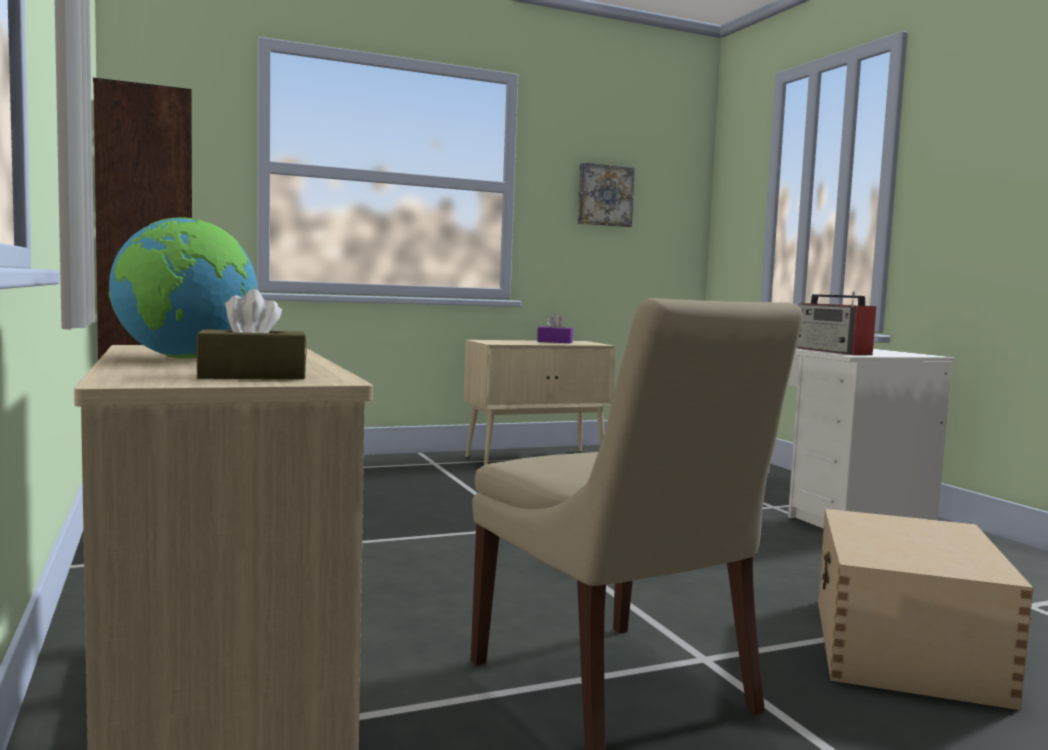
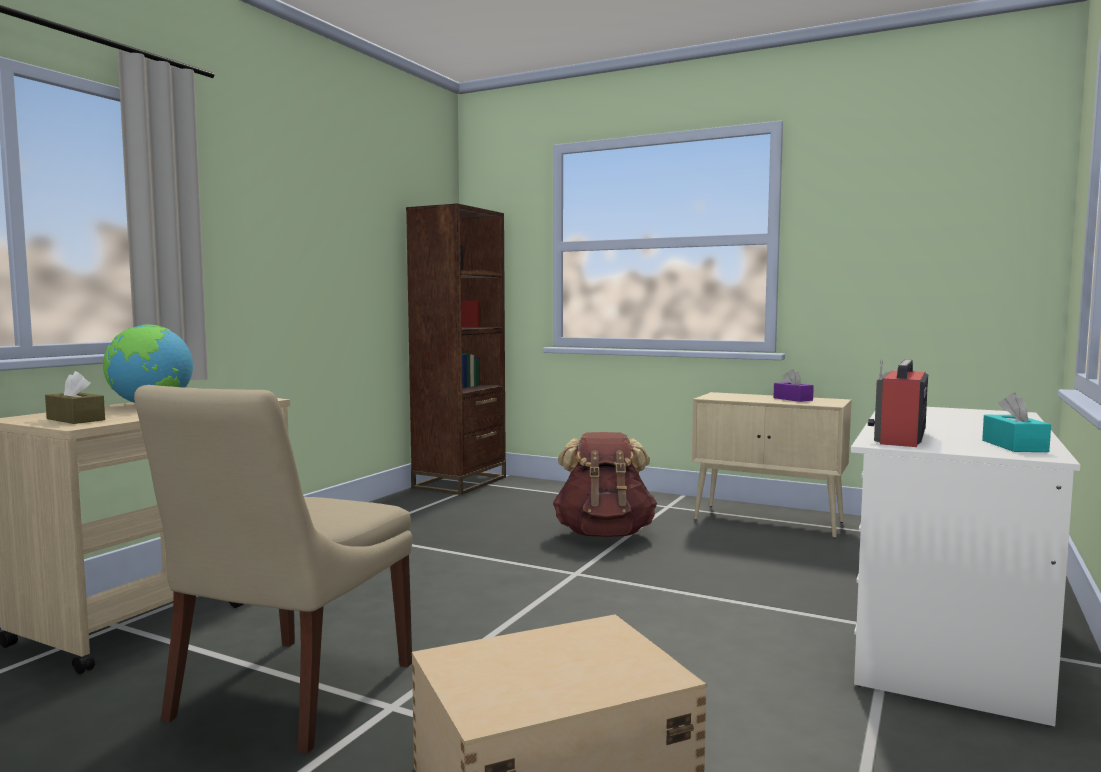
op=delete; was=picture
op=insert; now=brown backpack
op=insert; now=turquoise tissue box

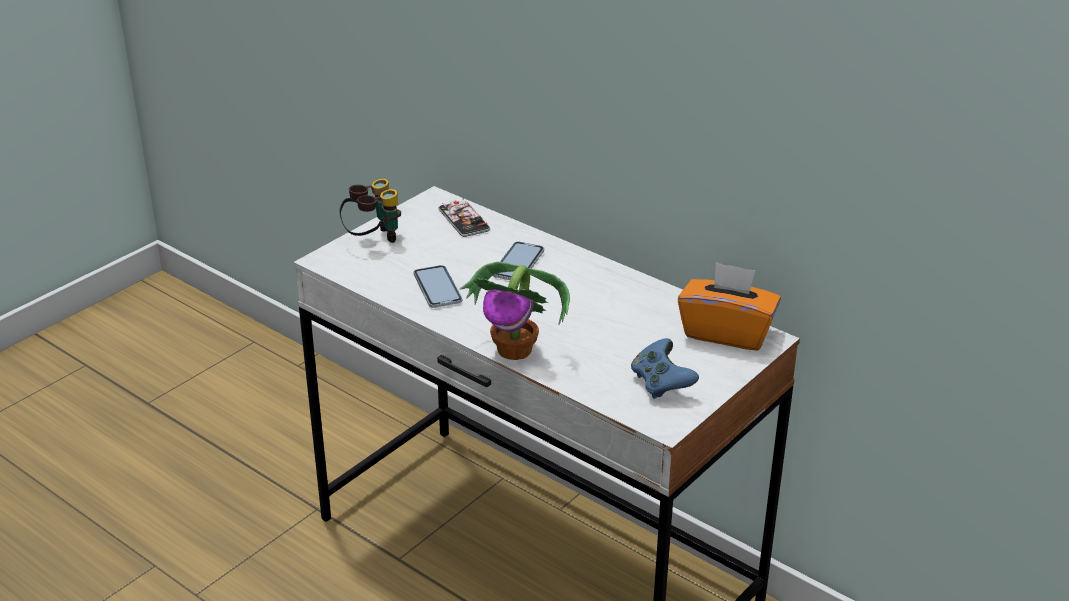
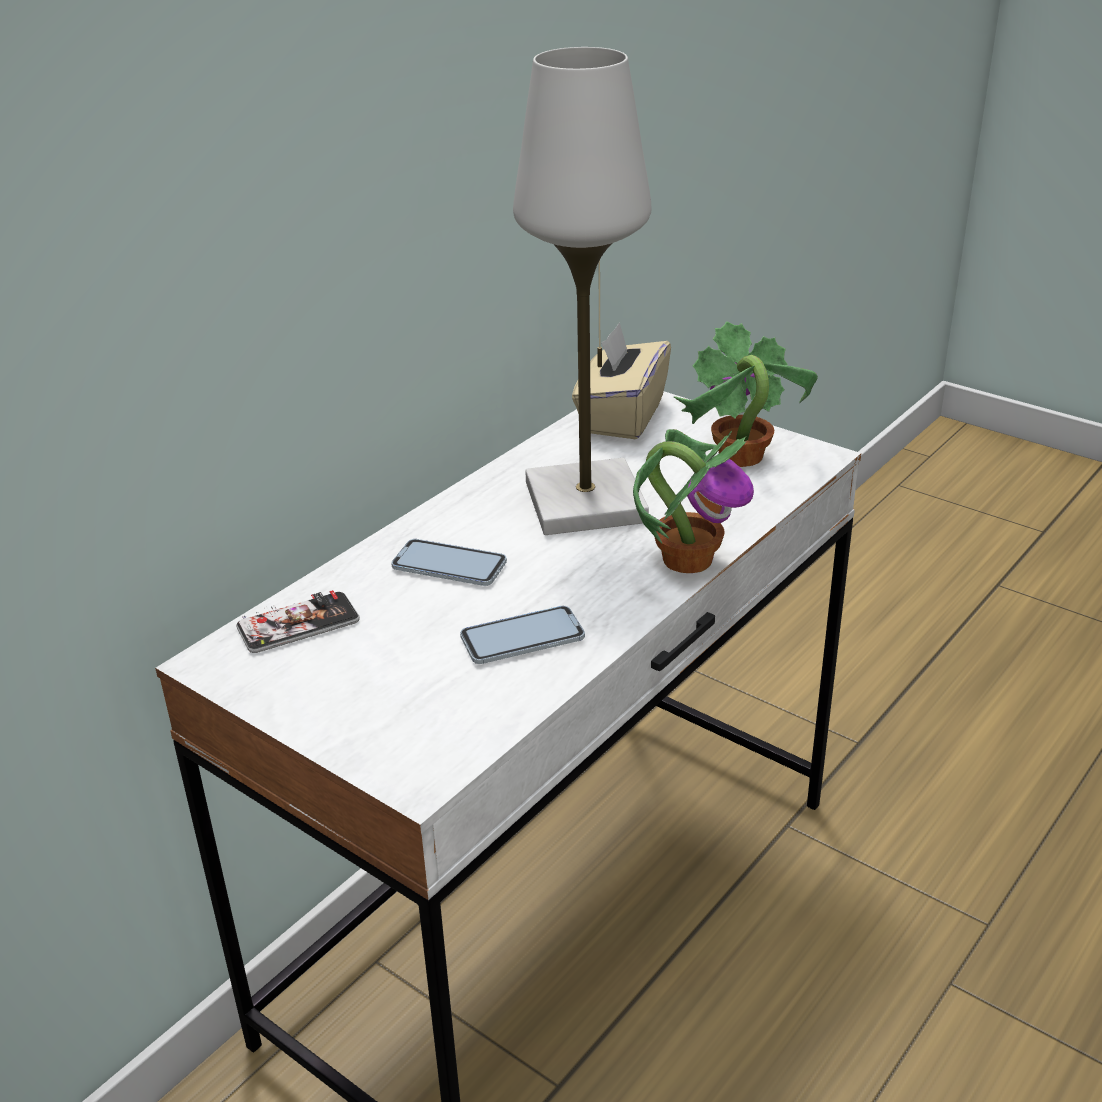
op=delete; was=binoculars
op=replace; was=blue game controller; now=potted plant (2nd from left)
op=recolor; was=orange tissue box; now=beige tissue box
op=insert; now=white table lamp

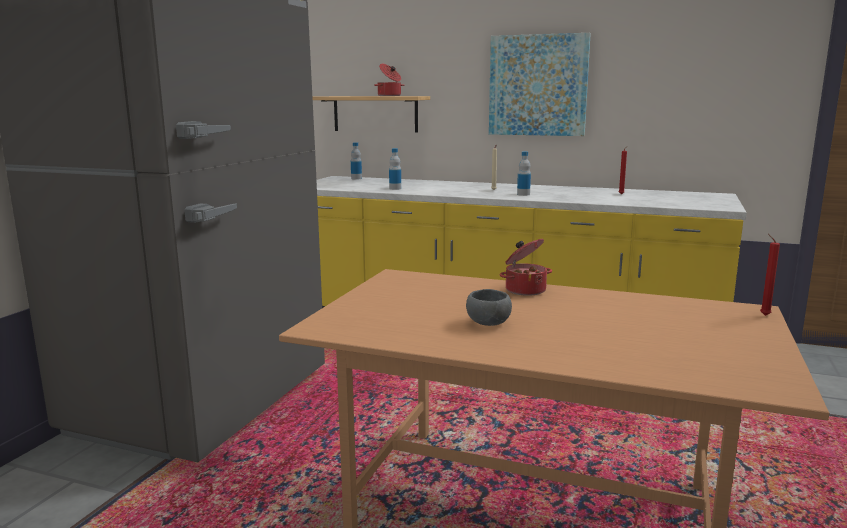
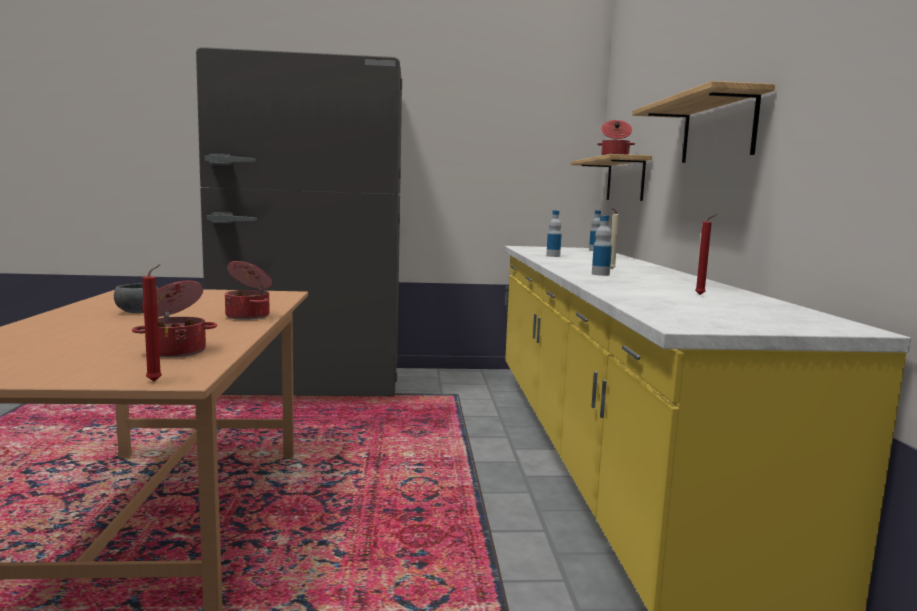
op=replace; was=picture; now=shelf (2nd from left)
op=insert; now=cooking pot (1st from left)

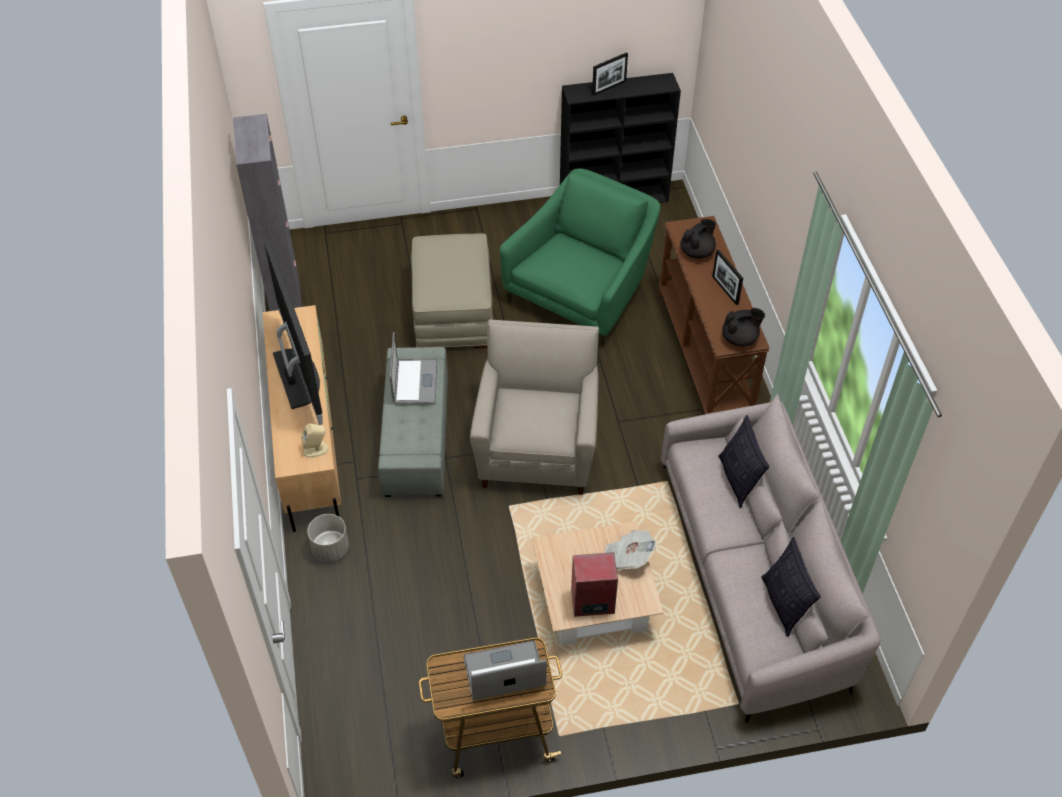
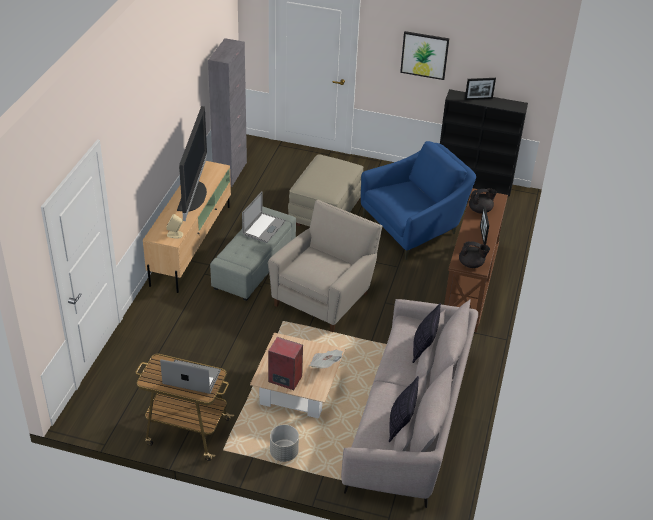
op=move; was=grey planter
op=recolor; was=green armchair; now=blue armchair
op=insert; now=picture

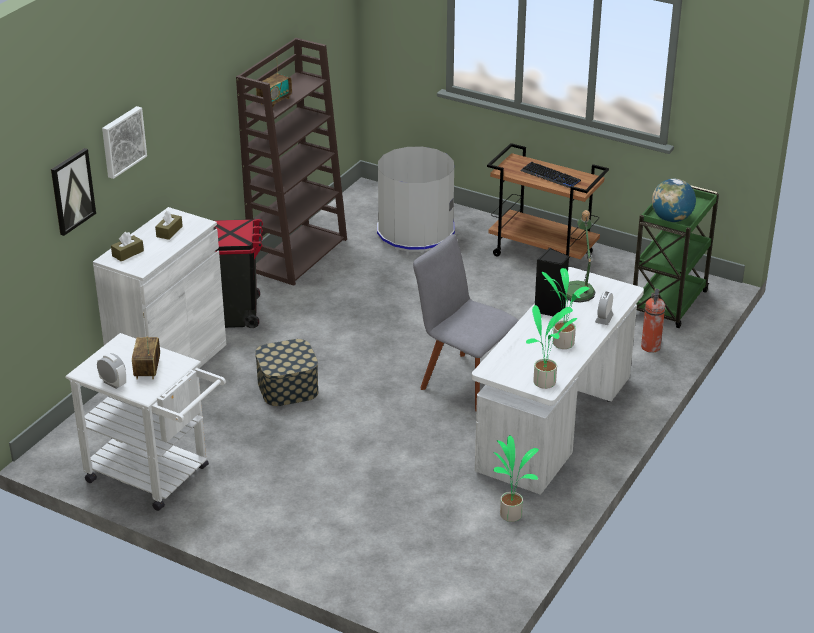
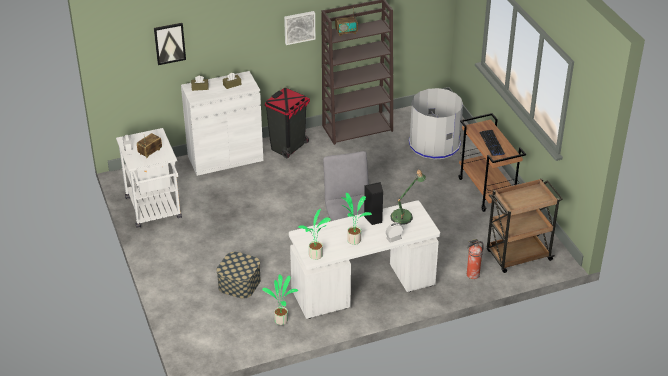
op=move; was=picture (2nd from left)
op=move; was=storage box
op=recolor; was=green cart; now=brown cart (2nd from left)
op=delete; was=globe

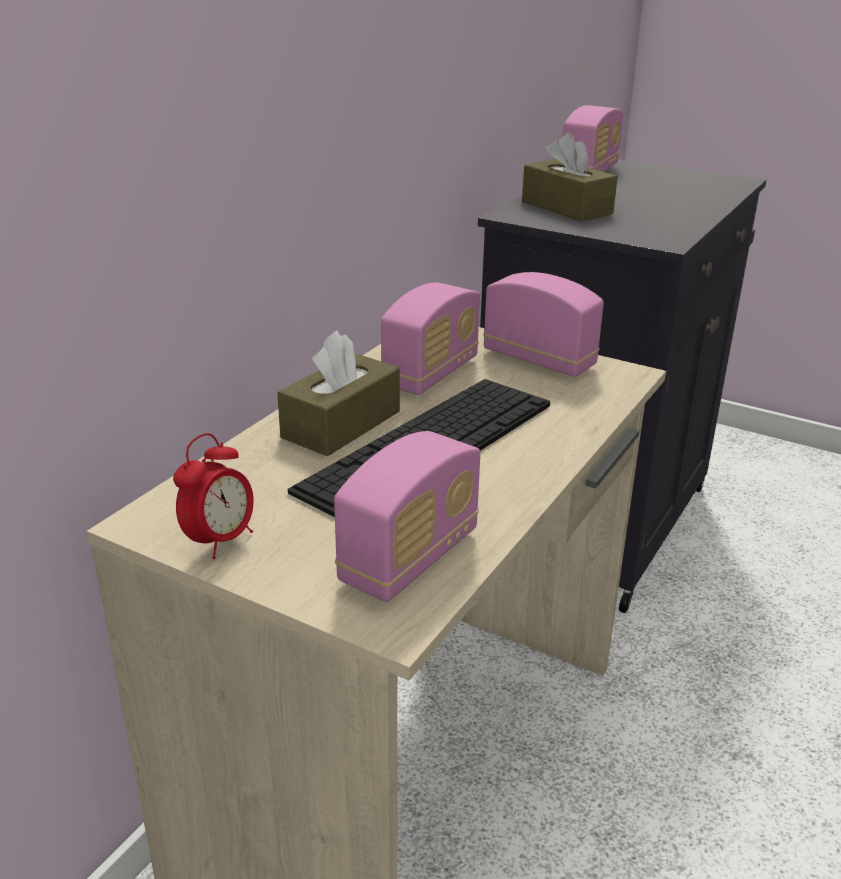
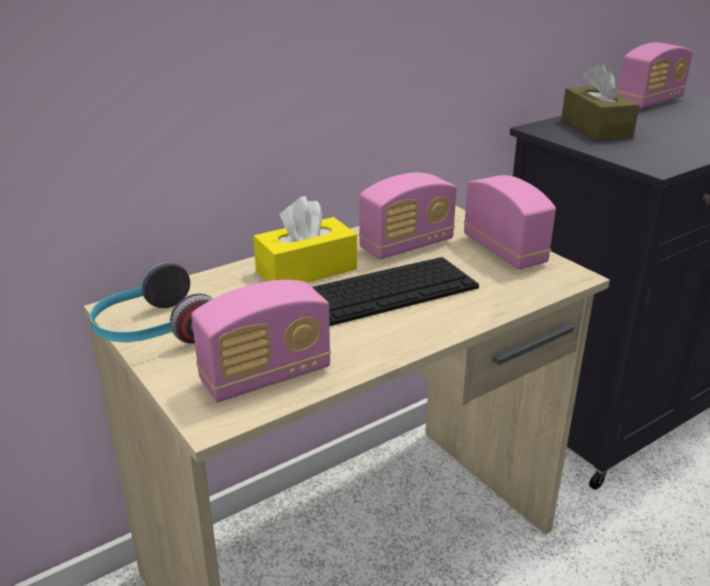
op=replace; was=alarm clock; now=headphones
op=recolor; was=brown tissue box (1st from left); now=yellow tissue box

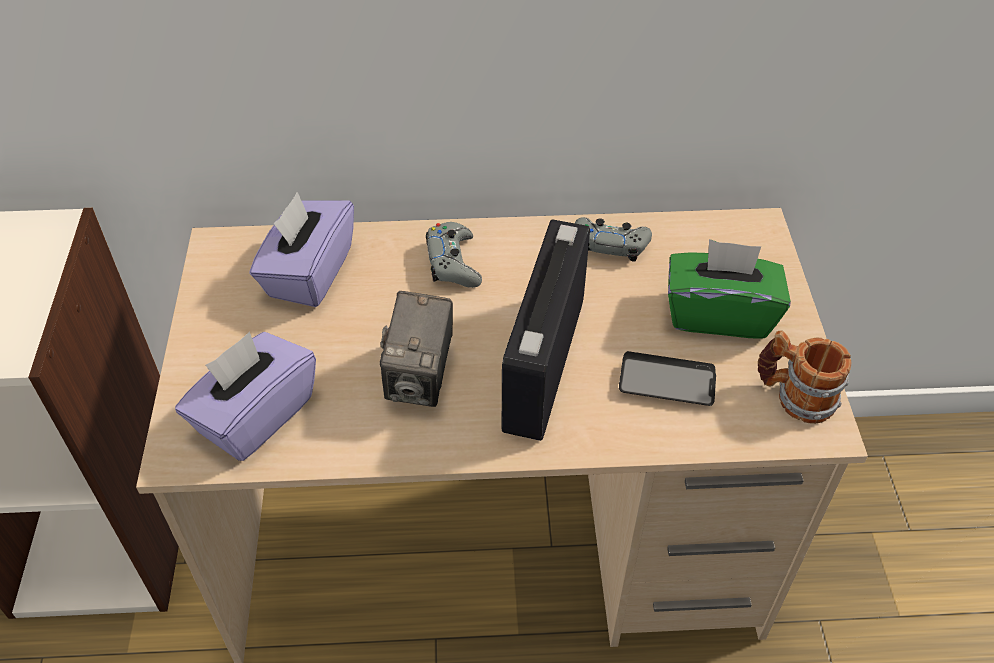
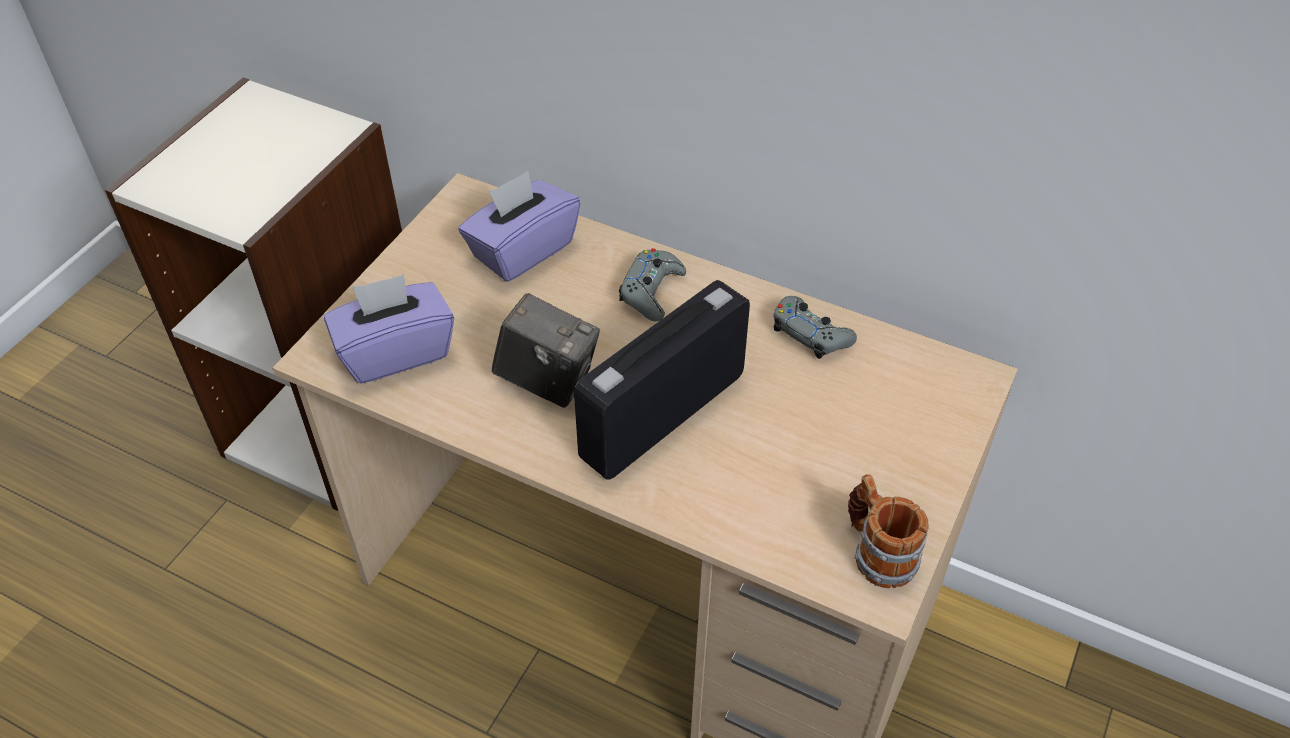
op=rotate; was=photo camera; clockwise=-105
op=delete; was=phone
op=delete; was=green tissue box

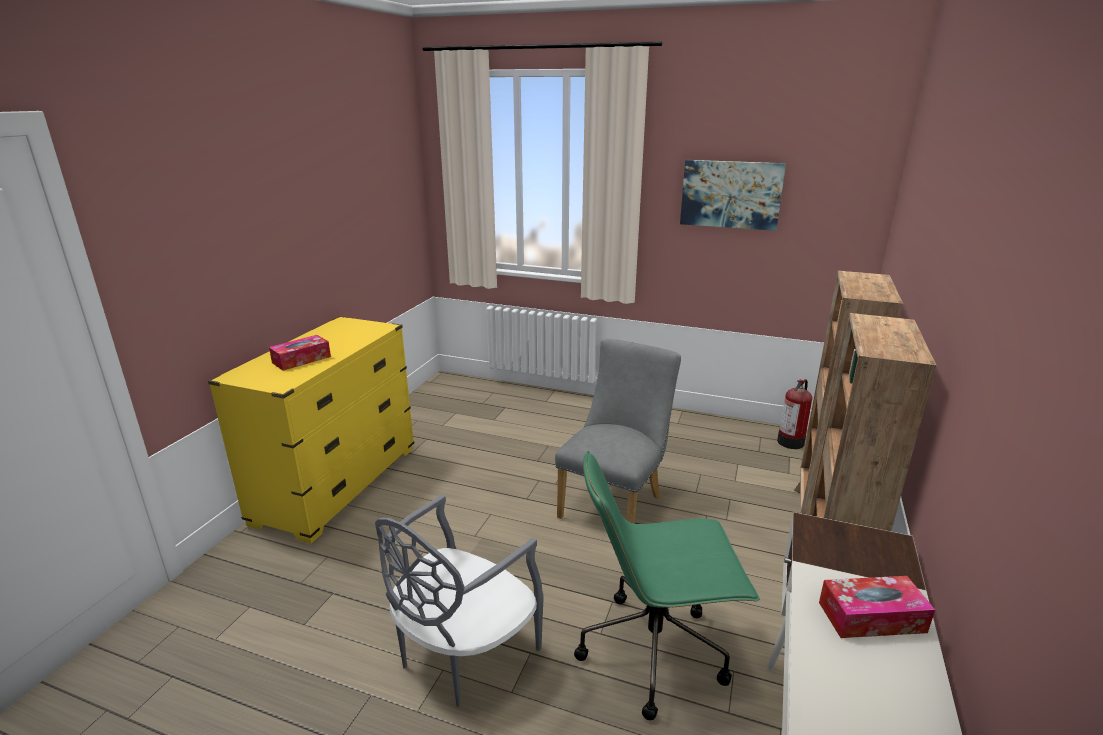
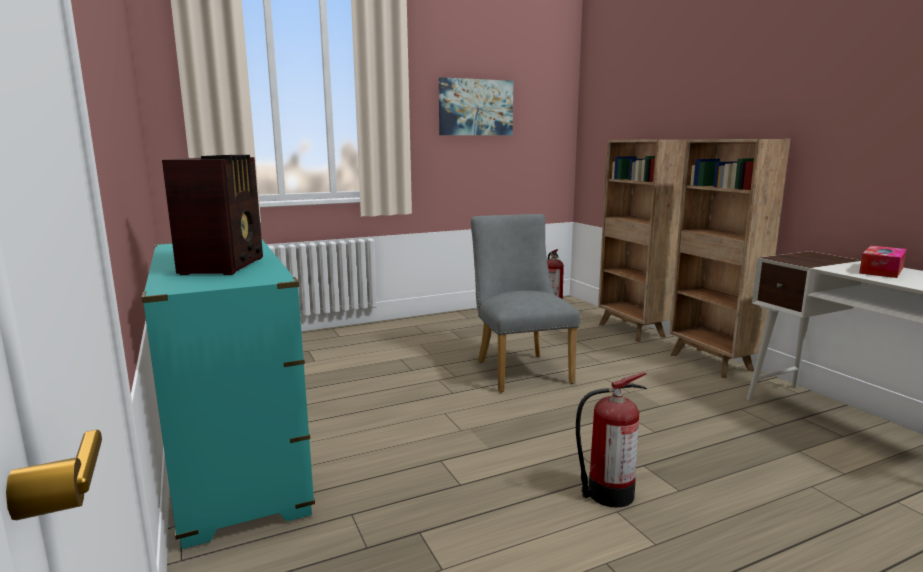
op=recolor; was=yellow dresser; now=turquoise dresser
op=replace; was=tissue box (1st from left); now=radio
op=replace; was=grey chair (1st from left); now=fire extinguisher (2nd from left)
op=delete; was=green office chair

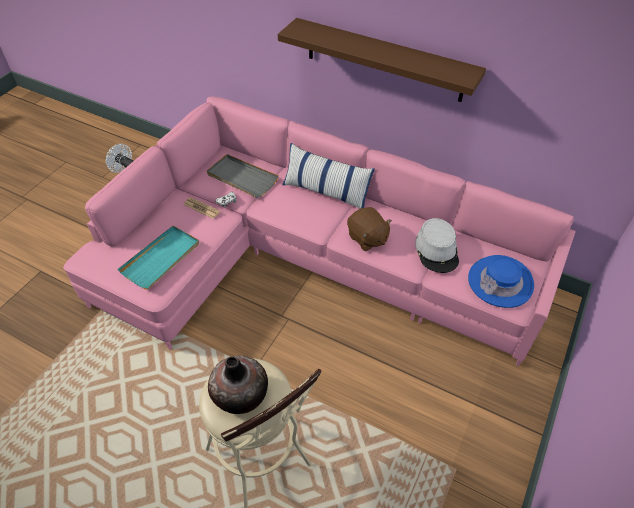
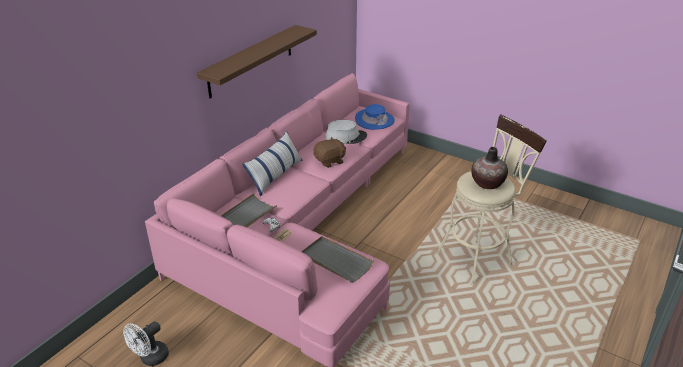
op=recolor; was=turquoise tray; now=grey tray (2nd from left)

